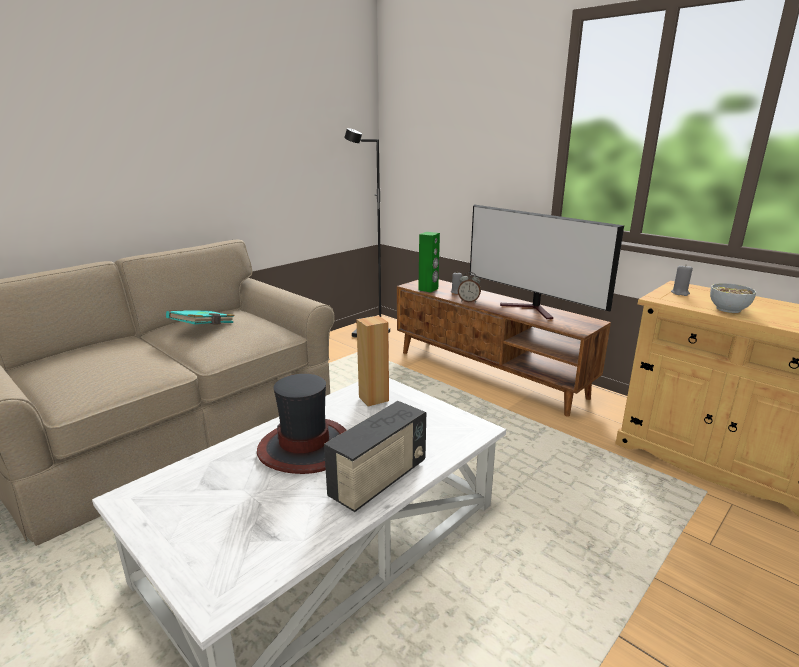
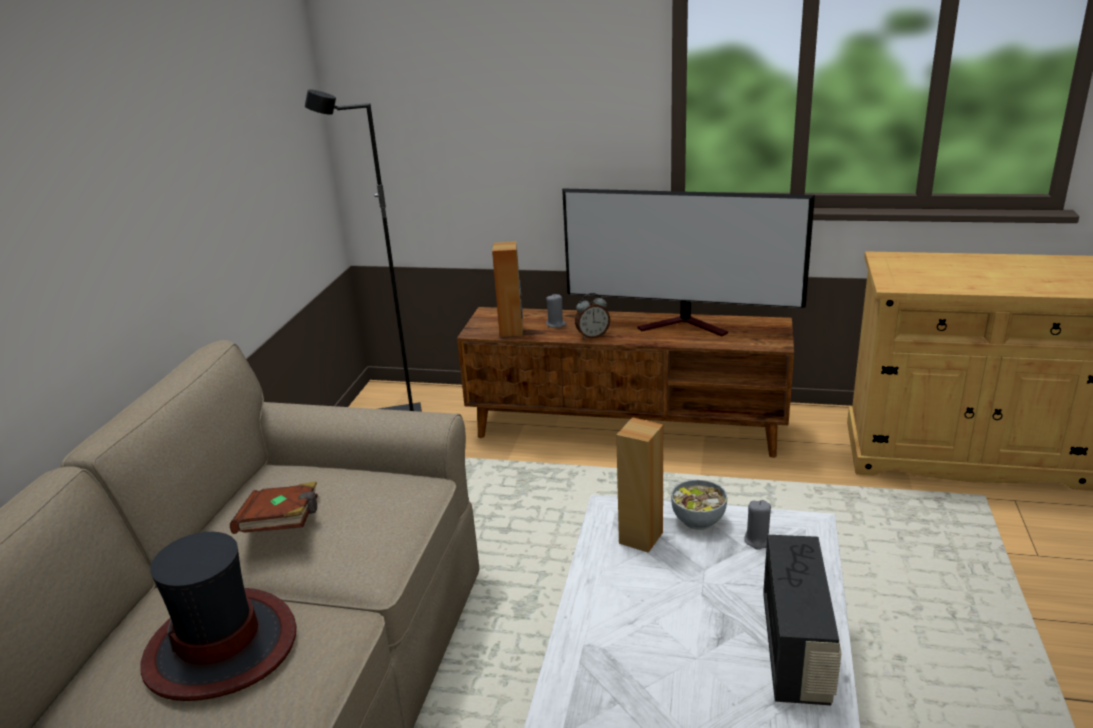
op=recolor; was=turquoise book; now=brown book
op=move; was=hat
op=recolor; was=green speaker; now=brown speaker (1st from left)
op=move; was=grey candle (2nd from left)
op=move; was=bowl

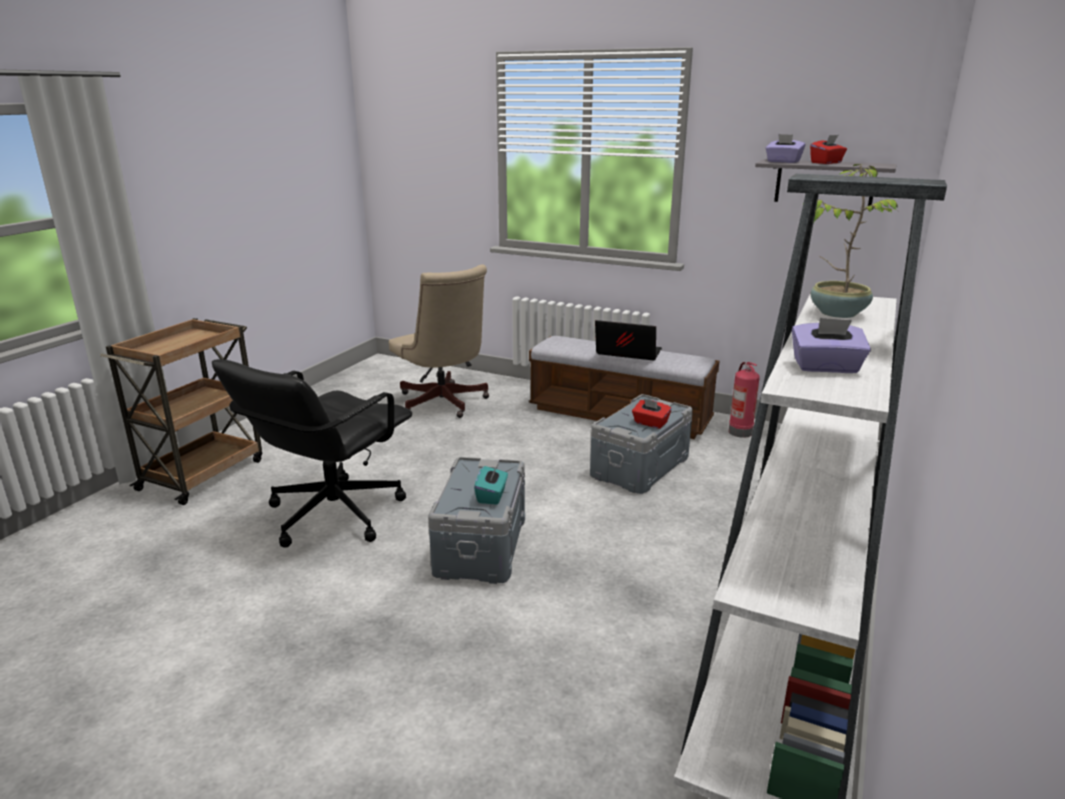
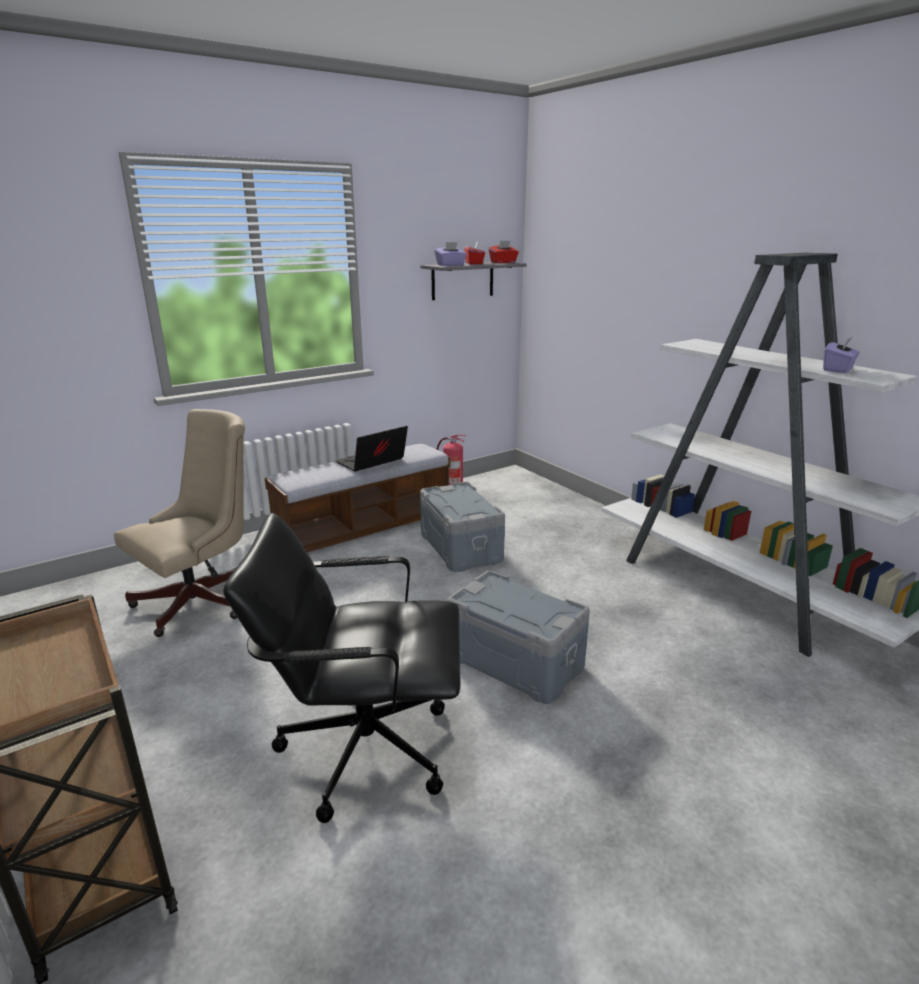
op=rotate; was=black office chair; clockwise=120
op=rotate; was=beige office chair; clockwise=-45
op=delete; was=turquoise tissue box
op=move; was=red tissue box (1st from left in the first image); now=red tissue box (2nd from left)
op=delete; was=potted plant

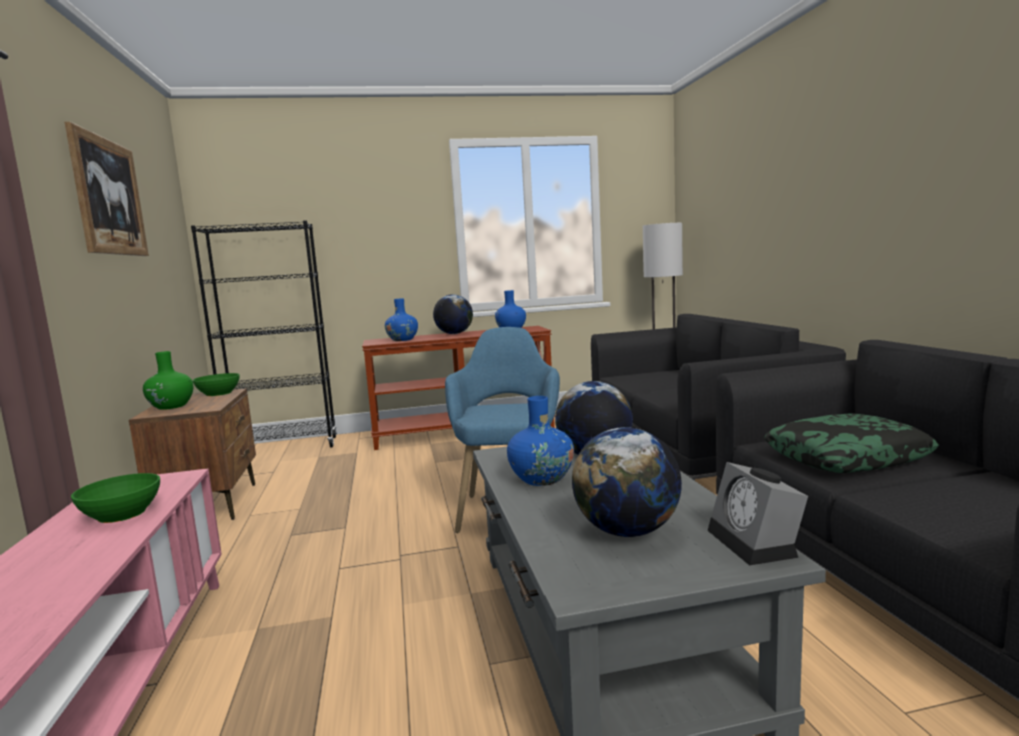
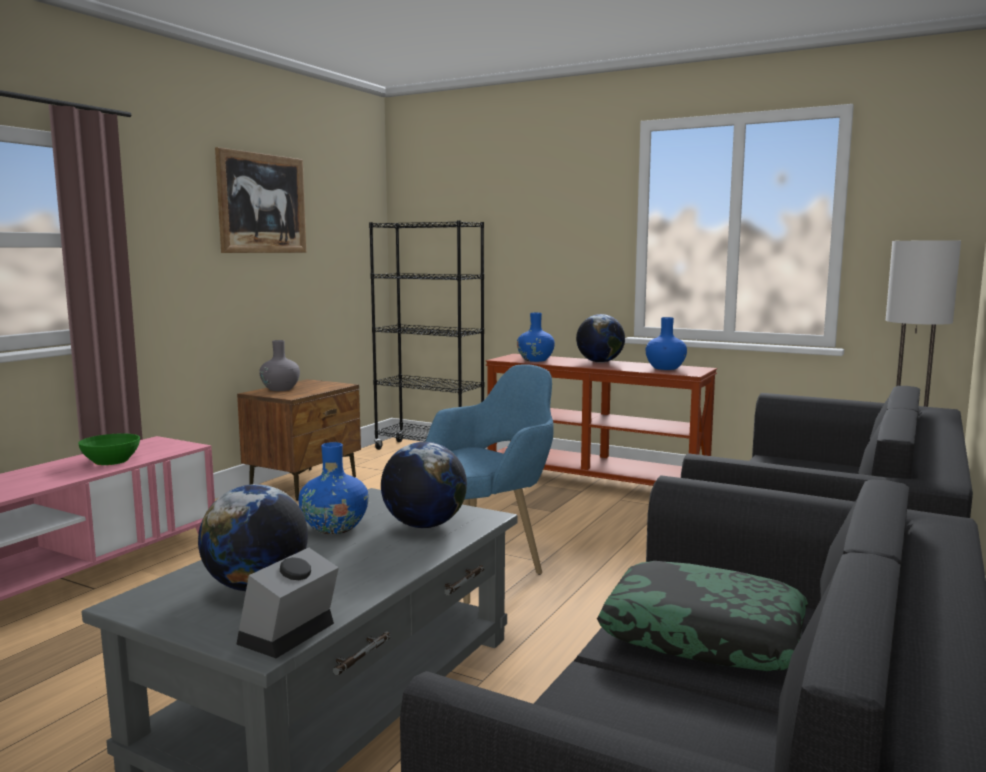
op=recolor; was=green vase; now=grey vase
op=delete; was=green bowl (2nd from left)

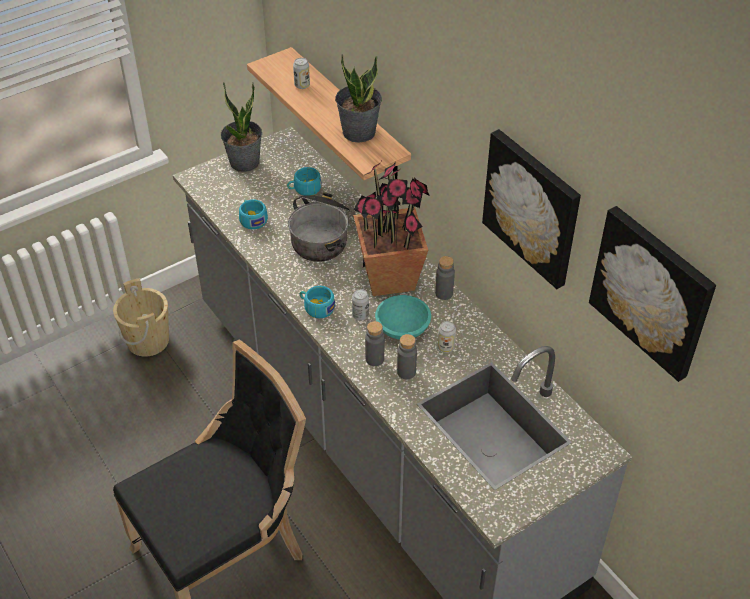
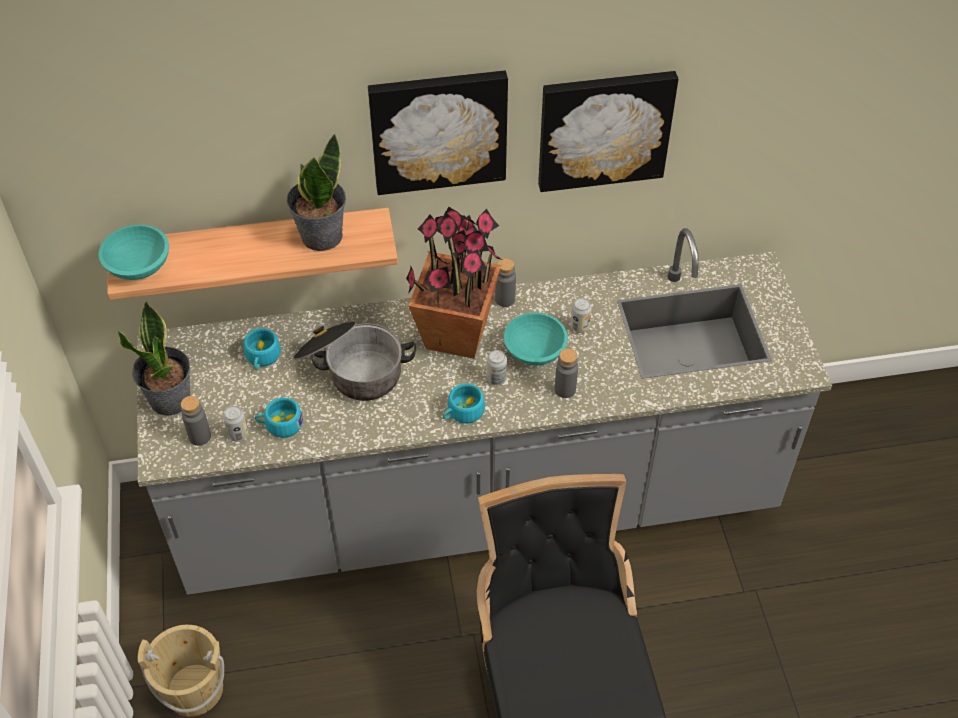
op=move; was=can (1st from left)
op=move; was=grey bottle (2nd from left in the first image); now=grey bottle (1st from left)
op=move; was=picture (2nd from left in the first image); now=picture (1st from left)
op=insert; now=turquoise bowl (1st from left)

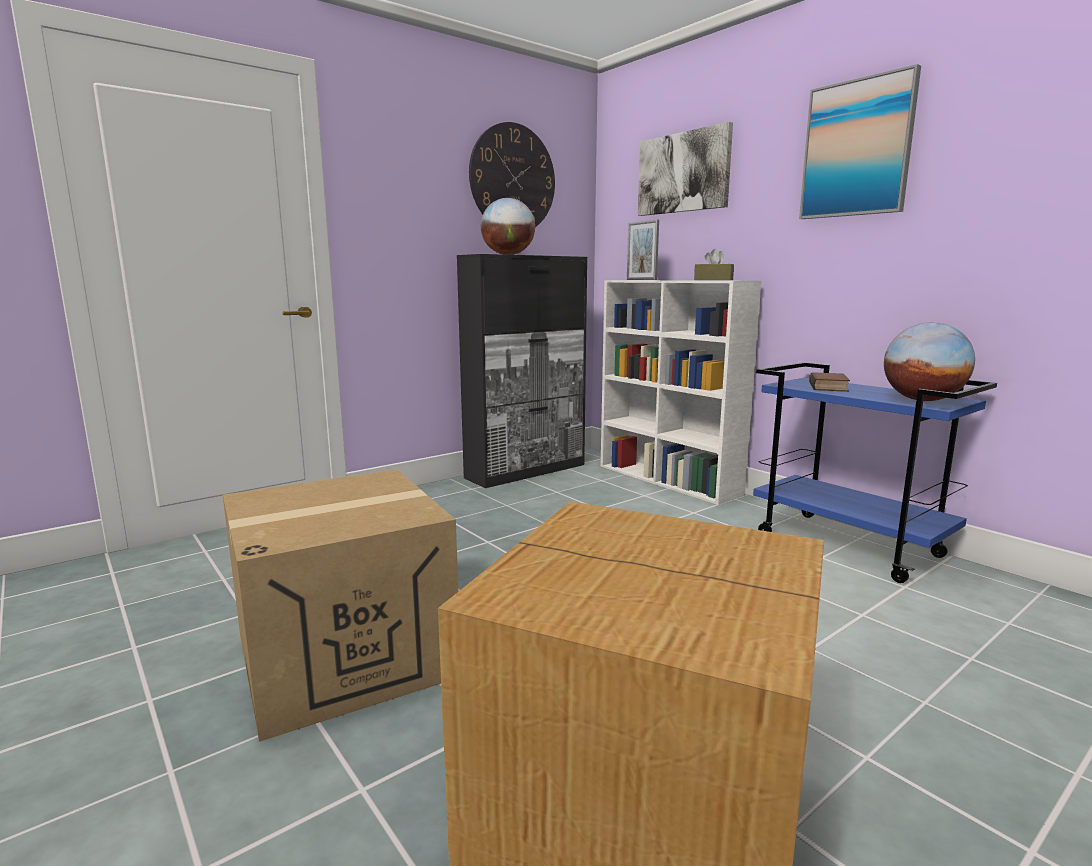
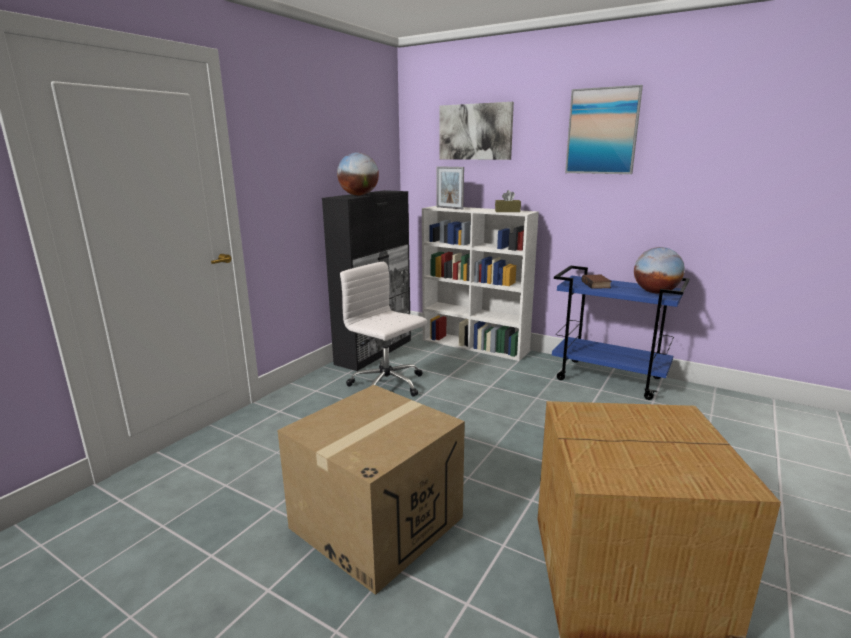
op=delete; was=wall clock
op=insert; now=white office chair

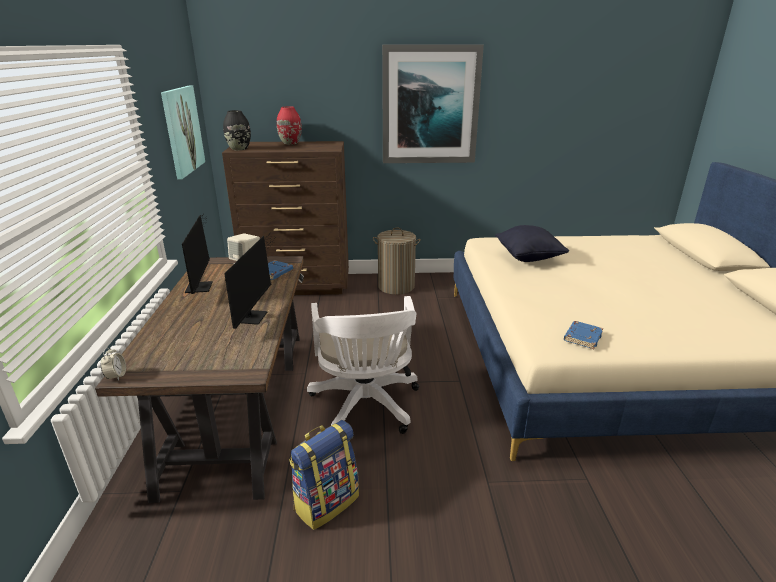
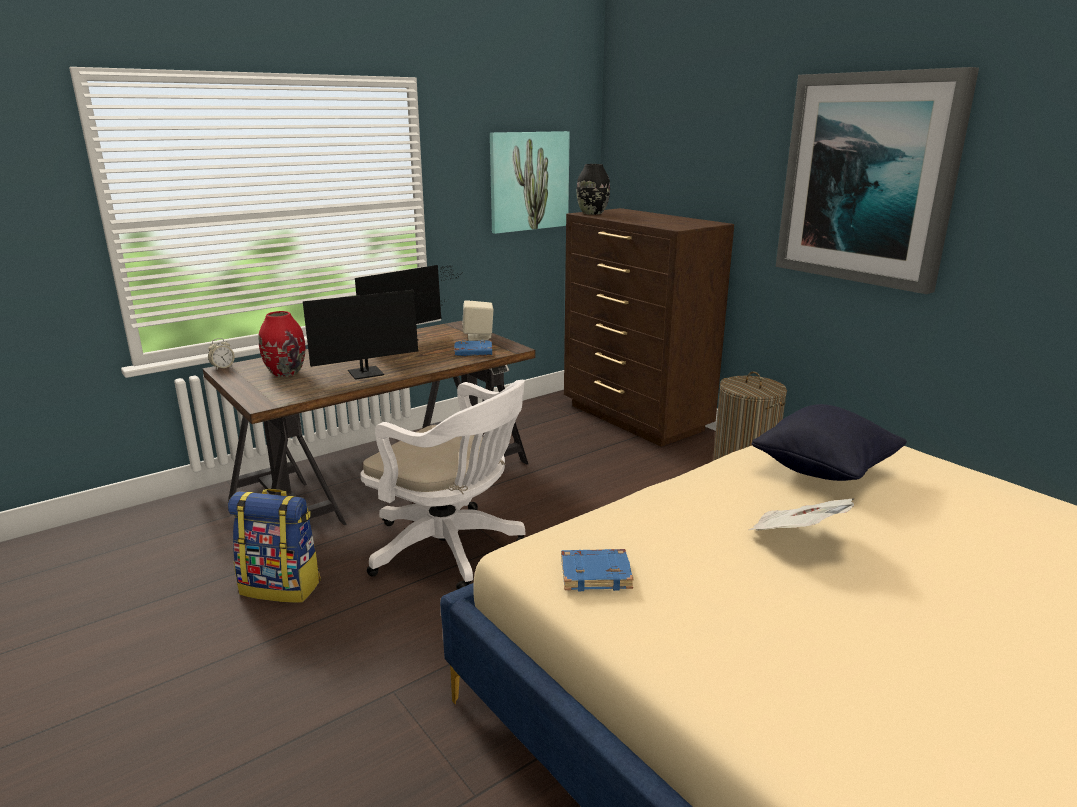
op=move; was=red vase
op=rotate; was=white office chair; clockwise=-105
op=insert; now=newspaper

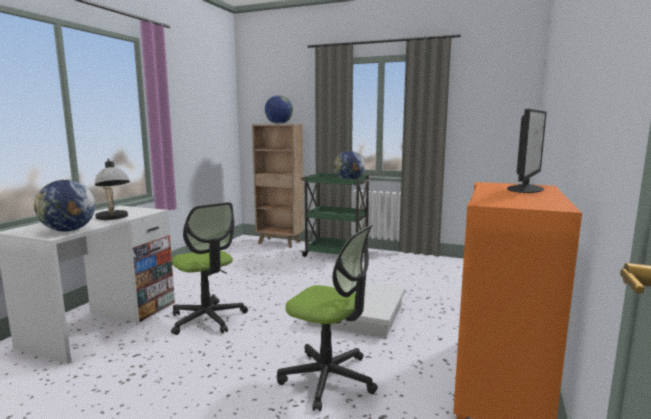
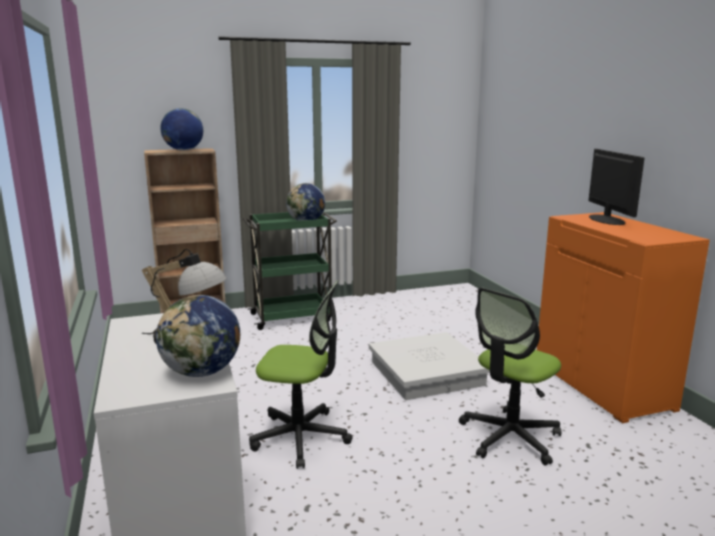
op=rotate; was=office chair (2nd from left); clockwise=150

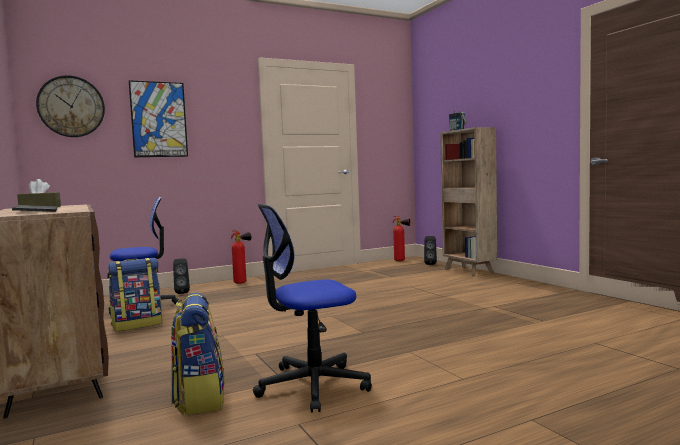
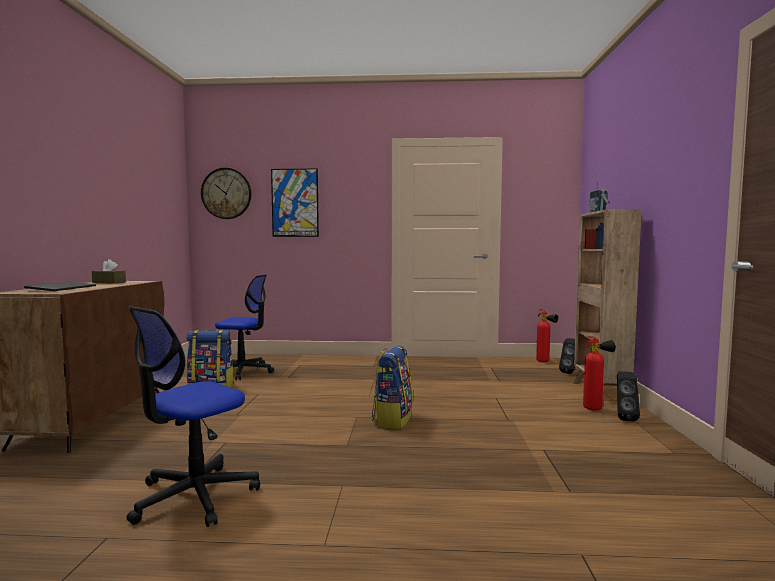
op=move; was=backpack (2nd from left)
op=move; was=black speaker (1st from left in the first image); now=black speaker (2nd from left)
op=move; was=fire extinguisher (1st from left in the first image); now=fire extinguisher (2nd from left)
op=rotate; was=office chair (2nd from left in the first image); clockwise=-60

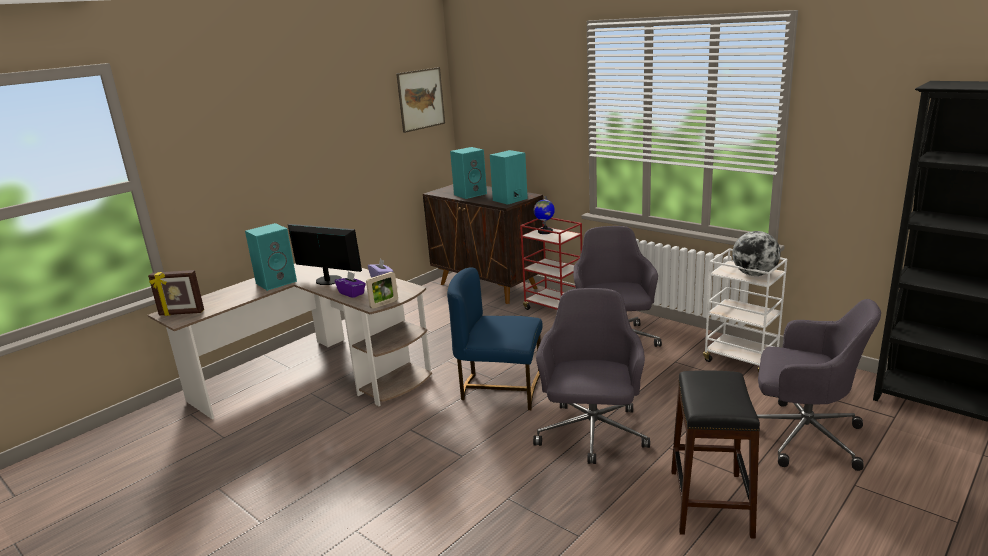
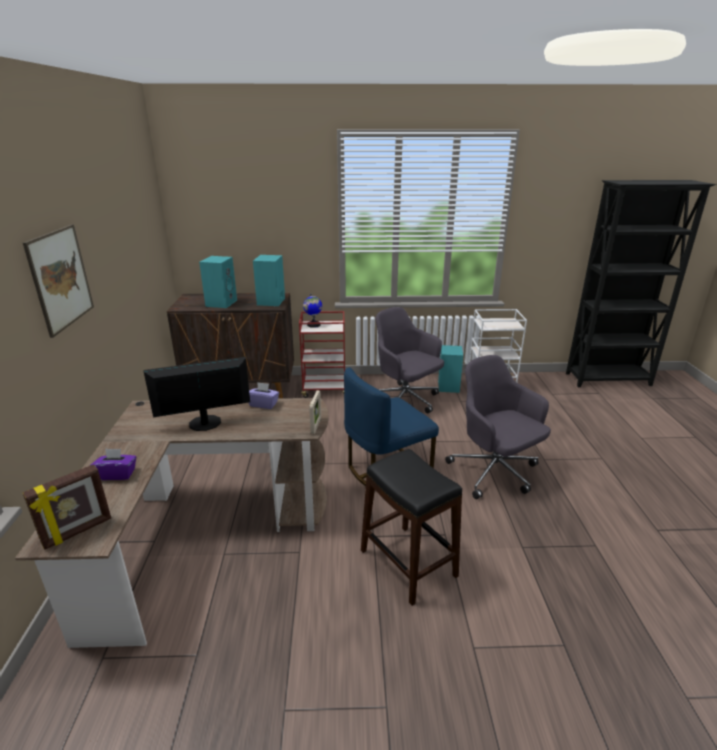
op=move; was=turquoise speaker (1st from left in the first image); now=turquoise speaker (3rd from left)
op=move; was=purple tissue box (1st from left)
op=move; was=picture
op=move; was=black stool
op=delete; was=globe (2nd from left)
op=delete; was=grey office chair (3rd from left)

